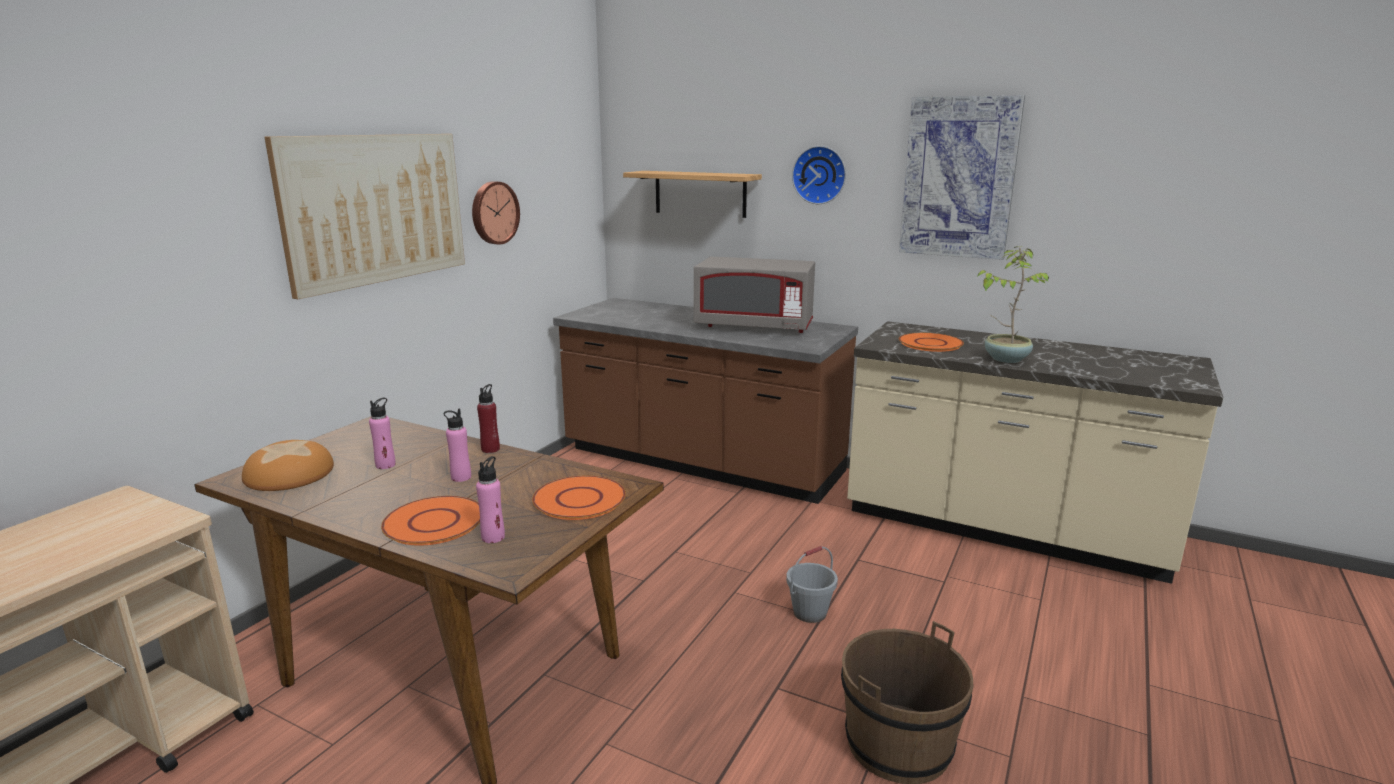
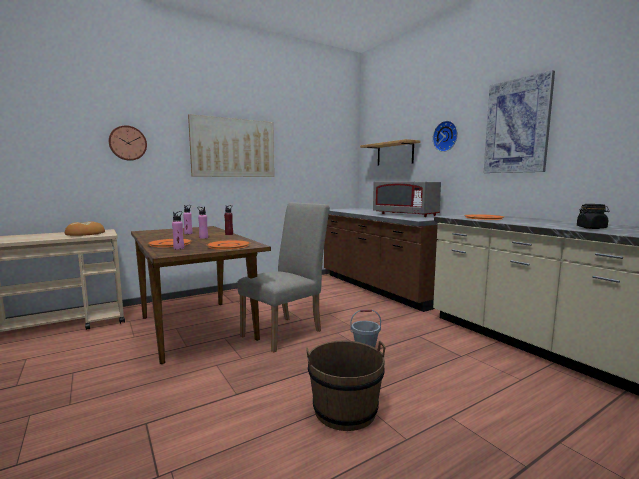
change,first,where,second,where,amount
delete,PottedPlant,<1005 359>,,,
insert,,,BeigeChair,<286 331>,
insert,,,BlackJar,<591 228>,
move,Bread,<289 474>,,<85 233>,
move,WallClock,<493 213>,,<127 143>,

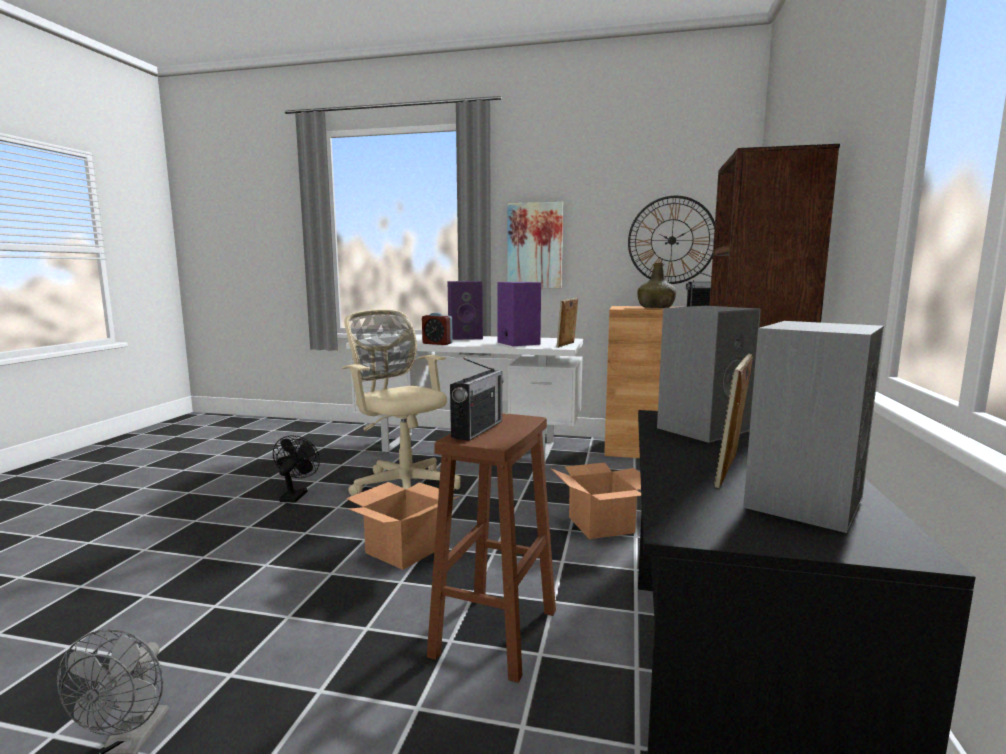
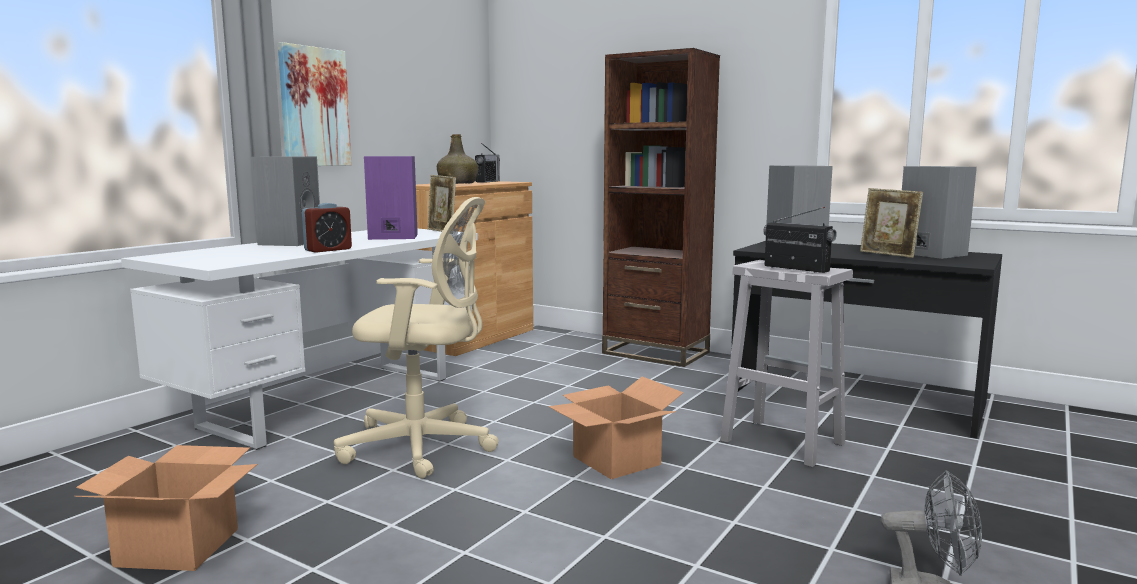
change,first,where,second,where,amount
delete,BlackFan,<295 495>,,,
delete,WallClock,<671 240>,,,
move,CardboardBox,<600 524>,,<175 548>,
recolor,BrownStool,<495 631>,WhiteStool,<780 442>,
recolor,PurpleSpeaker,<466 337>,GreySpeaker,<290 242>,
rotate,BeigeOfficeChair,<403 485>,,<424 447>,150 degrees counterclockwise

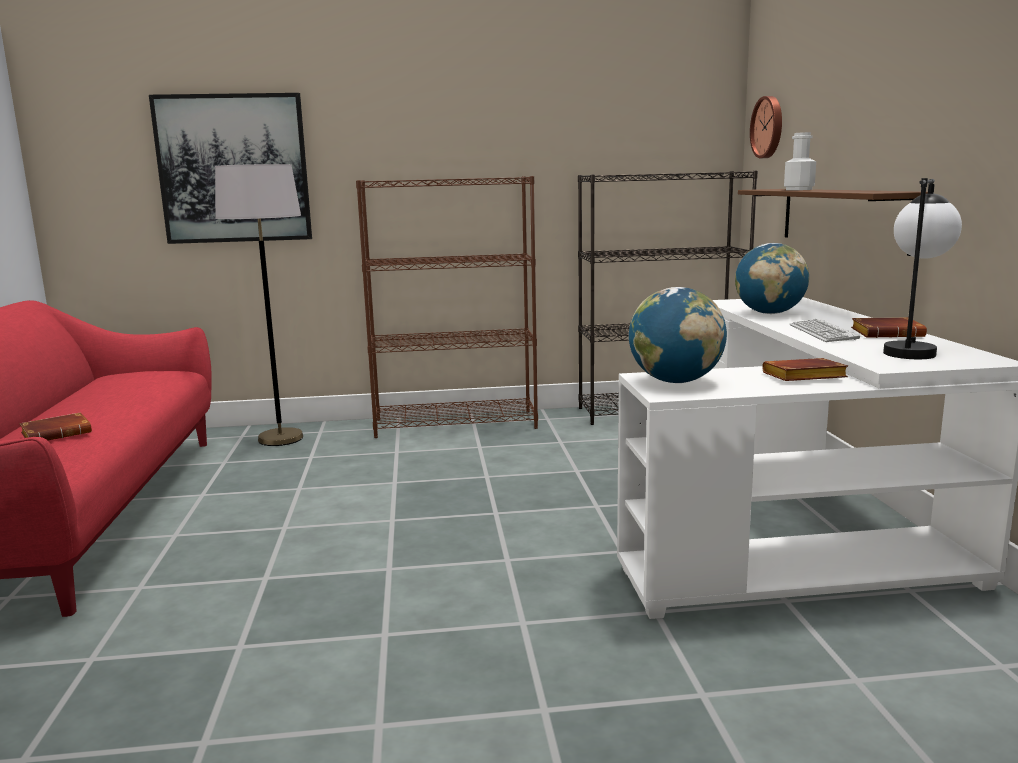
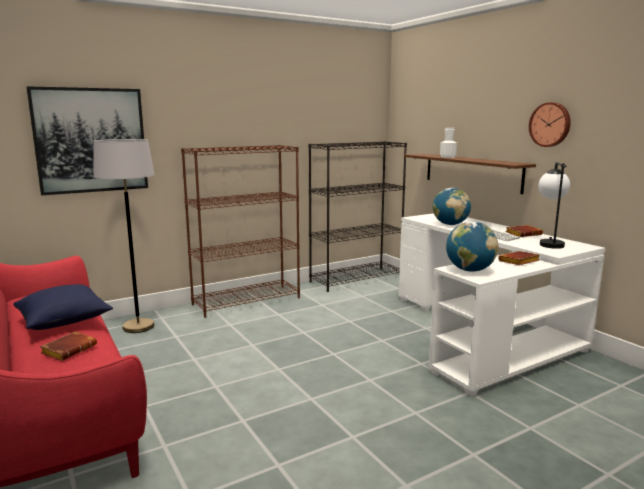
change,first,where,second,where,amount
insert,,,BluePillow,<64 322>,
move,WallClock,<768 127>,,<550 124>,

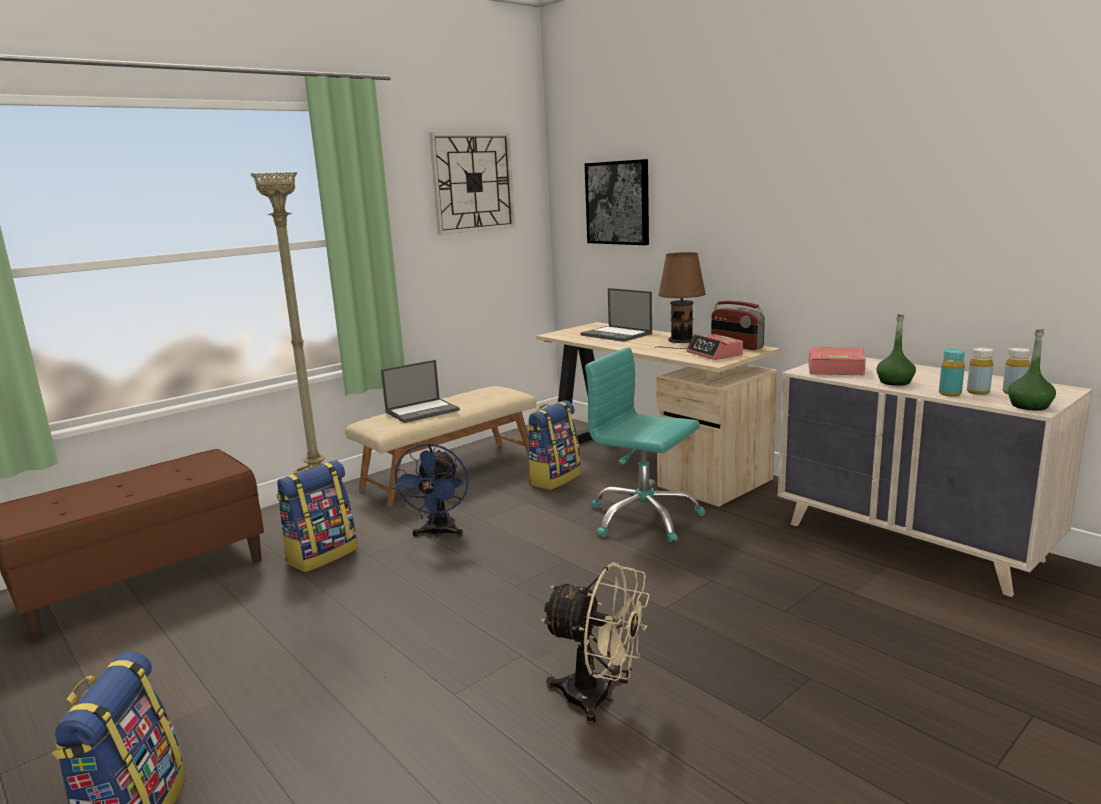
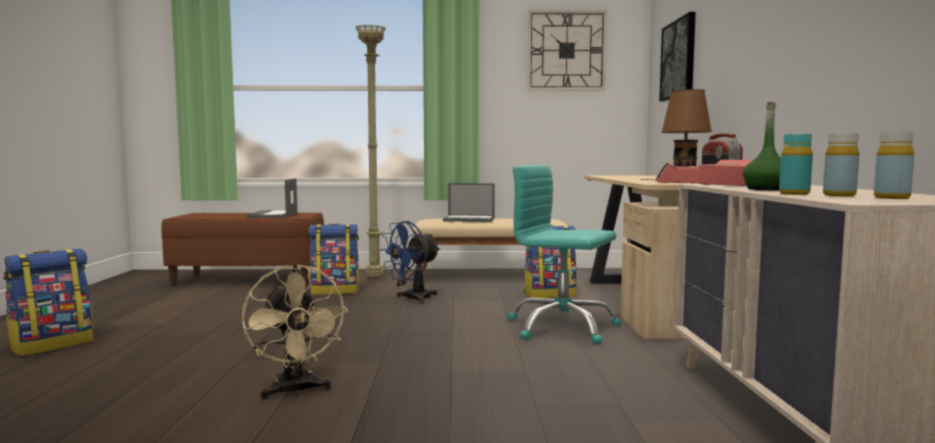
change,first,where,second,where,amount
delete,GreenBottle,<1029 406>,,,
move,Laptop,<617 334>,,<273 215>,
rotate,TurquoiseOfficeChair,<643 518>,,<562 327>,45 degrees counterclockwise

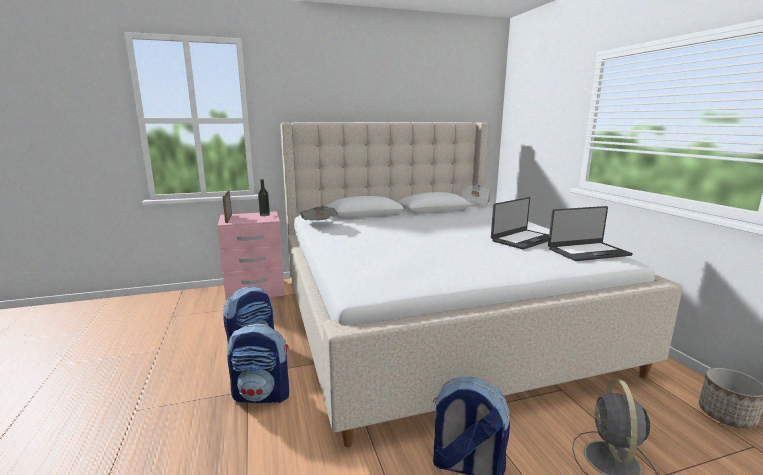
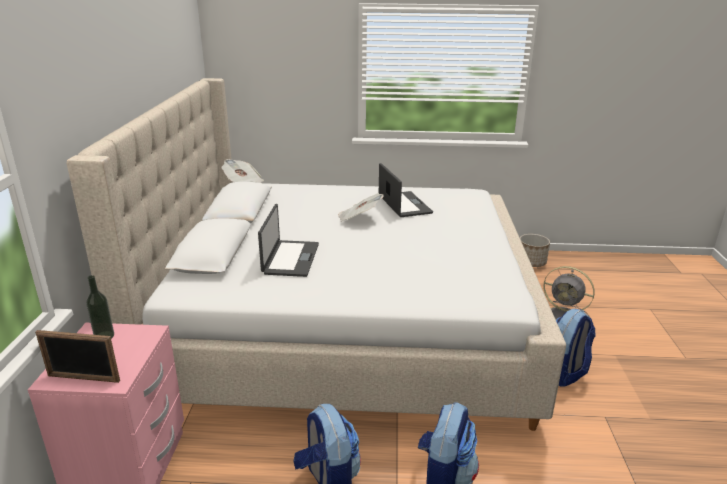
change,first,where,second,where,amount
move,Newspaper,<319 224>,,<359 219>,
move,Laptop,<587 252>,,<290 258>,

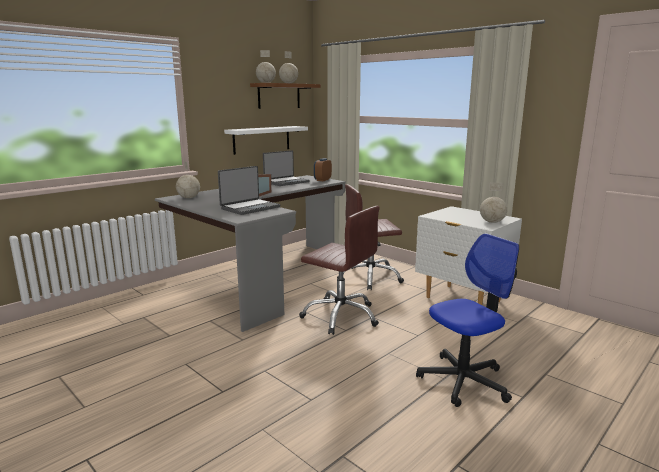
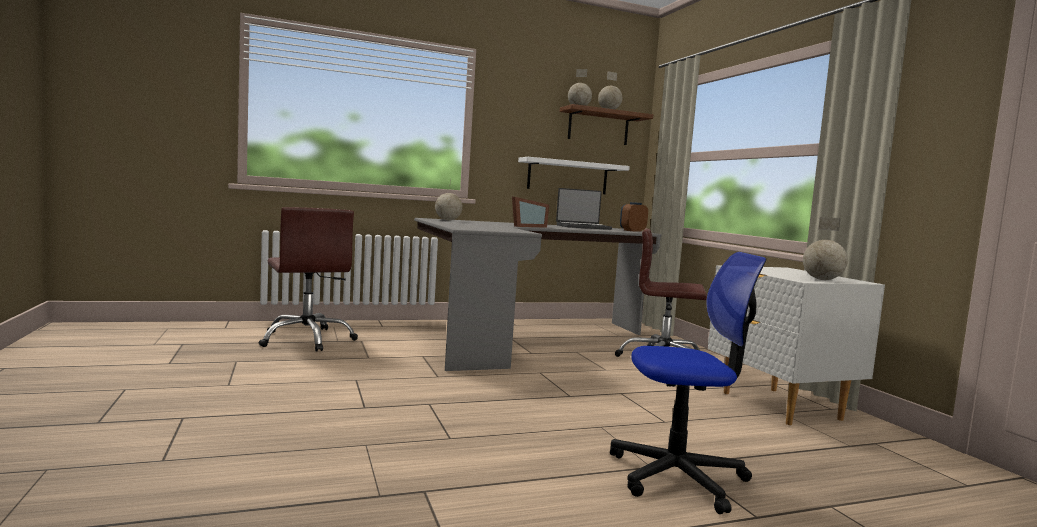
change,first,where,second,where,amount
delete,Laptop,<249 208>,,,
move,BrownOfficeChair,<341 316>,,<307 339>,

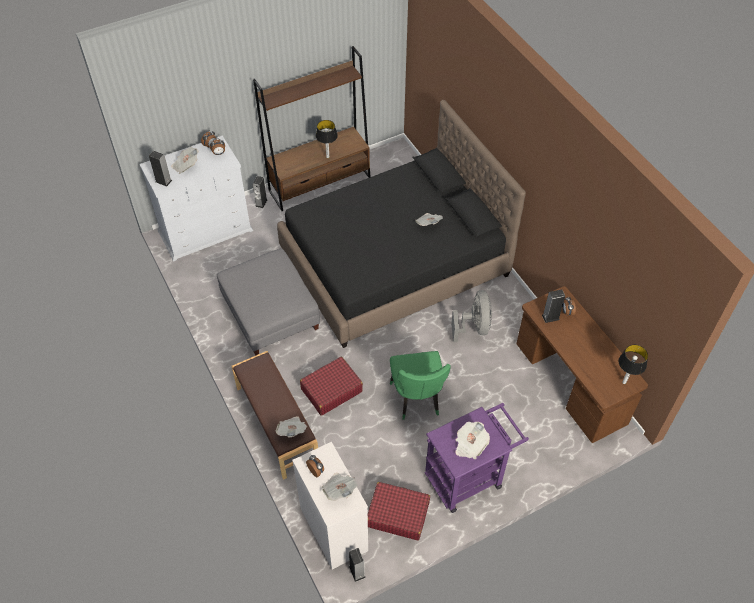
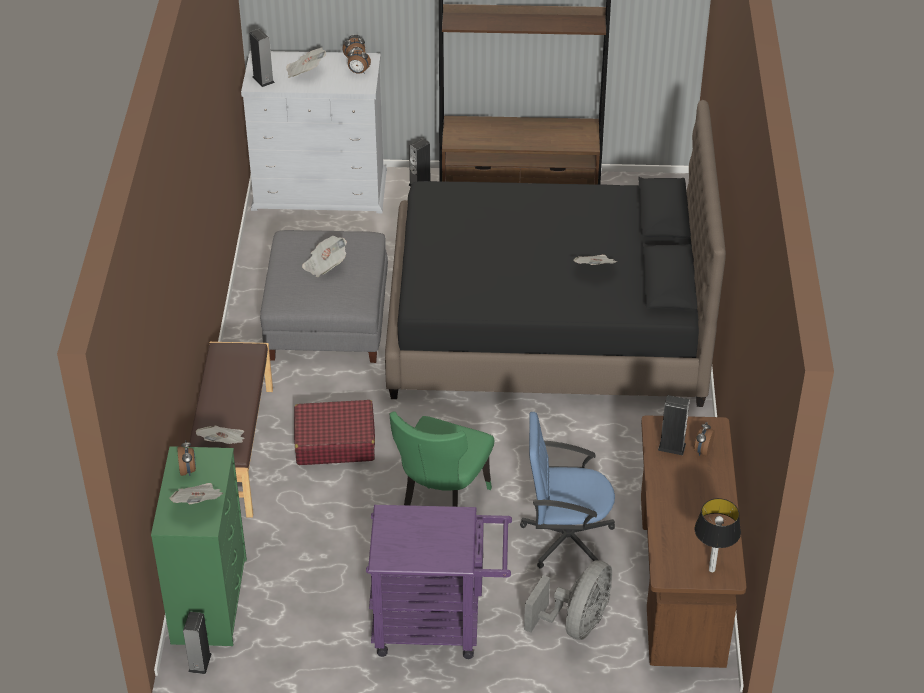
change,first,where,second,where,amount
delete,TableLamp,<328 157>,,,
delete,RedSuitcase,<397 514>,,,
insert,,,BlueOfficeChair,<565 537>,
move,GreyFan,<474 327>,,<576 623>,
move,Newspaper,<470 445>,,<325 265>,
recolor,WhiteDresser,<333 528>,GreenDresser,<209 600>,

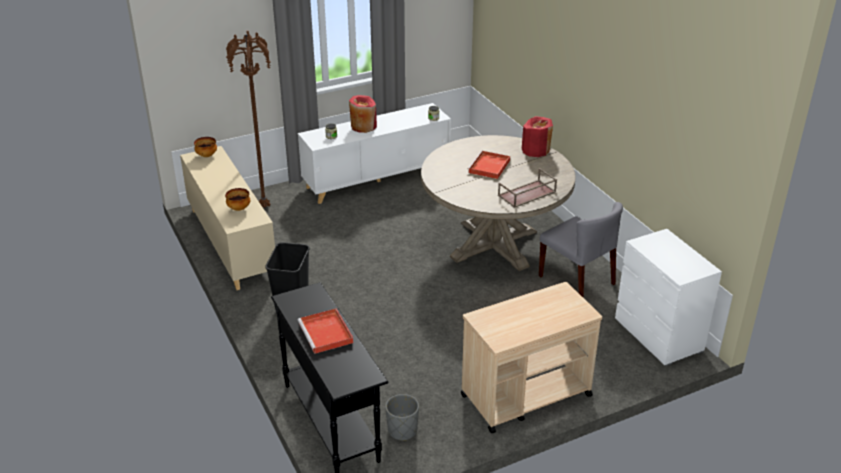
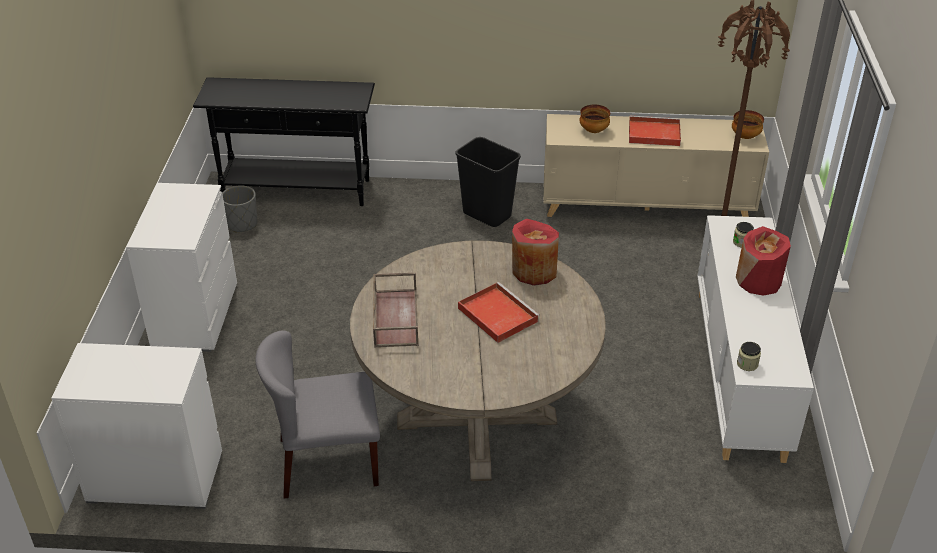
change,first,where,second,where,amount
move,RedTray,<326 333>,,<653 133>,
move,RedVase,<536 150>,,<534 271>,
replace,BeigeCart,<525 395>,WhiteDresser,<195 315>,

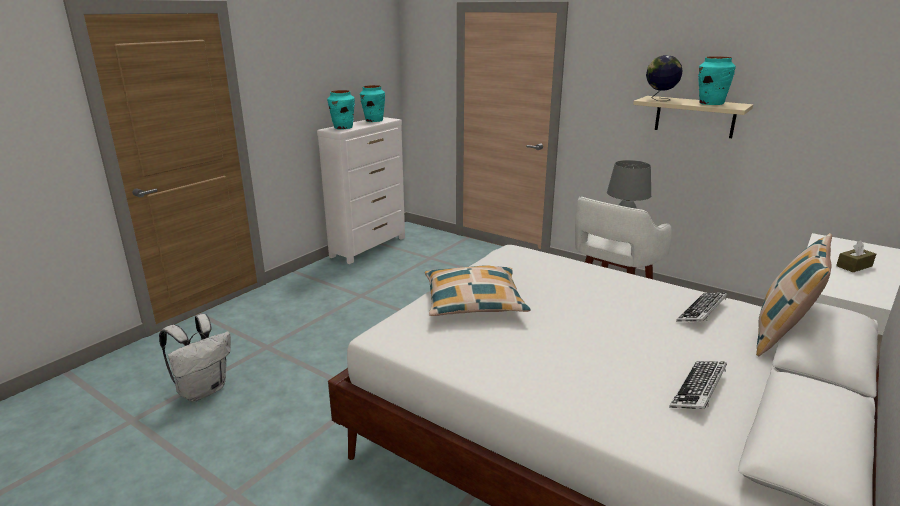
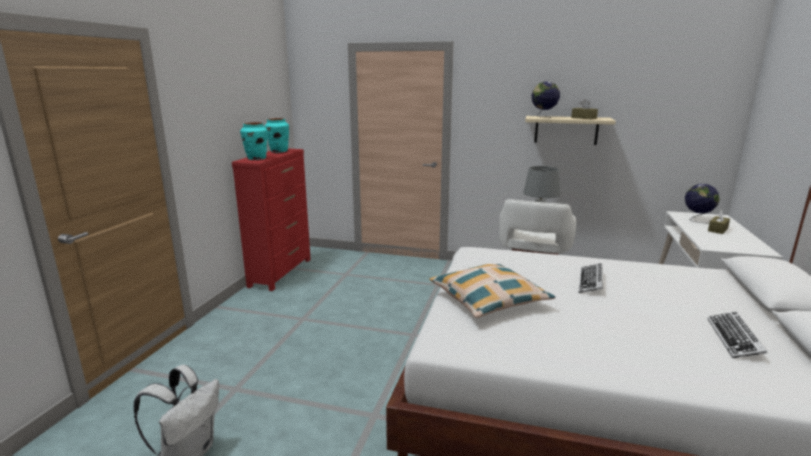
change,first,where,second,where,amount
delete,Pillow,<781 337>,,,
insert,,,Globe,<697 220>,
move,Keyboard,<702 312>,,<590 282>,
replace,TurquoiseVase,<710 103>,BrownTissueBox,<583 118>,
recolor,WhiteDresser,<369 247>,RedDresser,<281 272>,

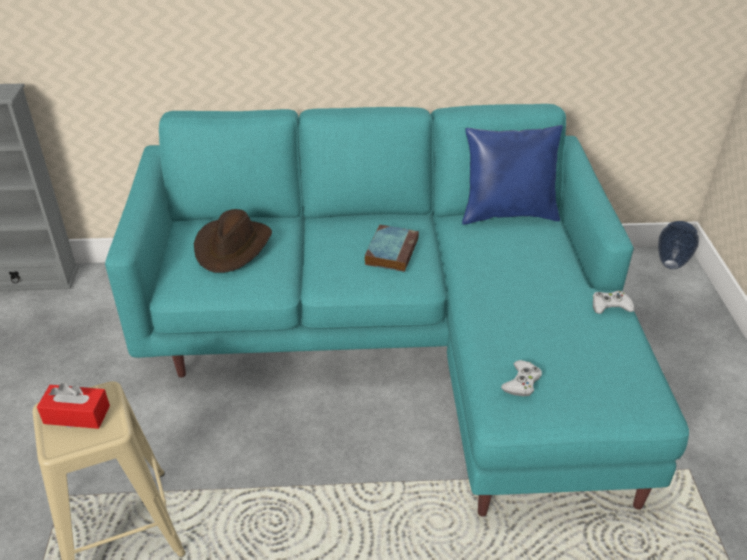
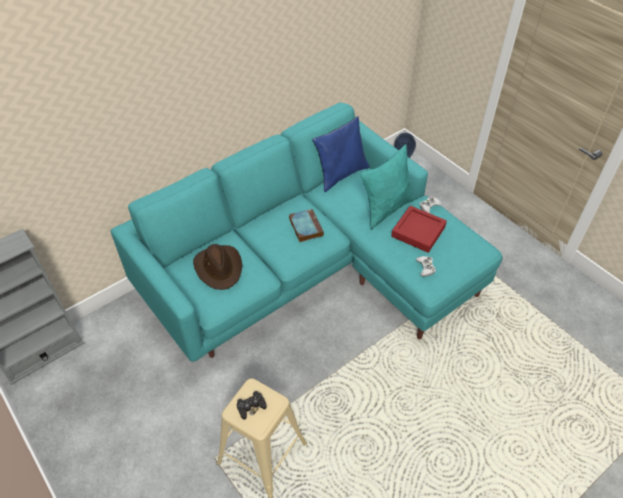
change,first,where,second,where,amount
insert,,,TurquoisePillow,<385 209>,
insert,,,RedTray,<418 232>,
replace,RedTissueBox,<77 415>,BlackGameController,<251 406>,

